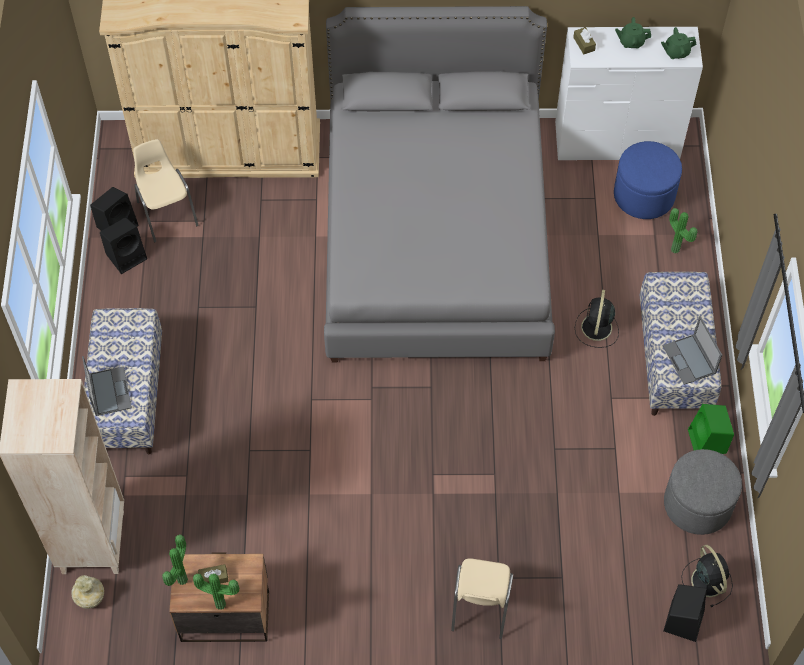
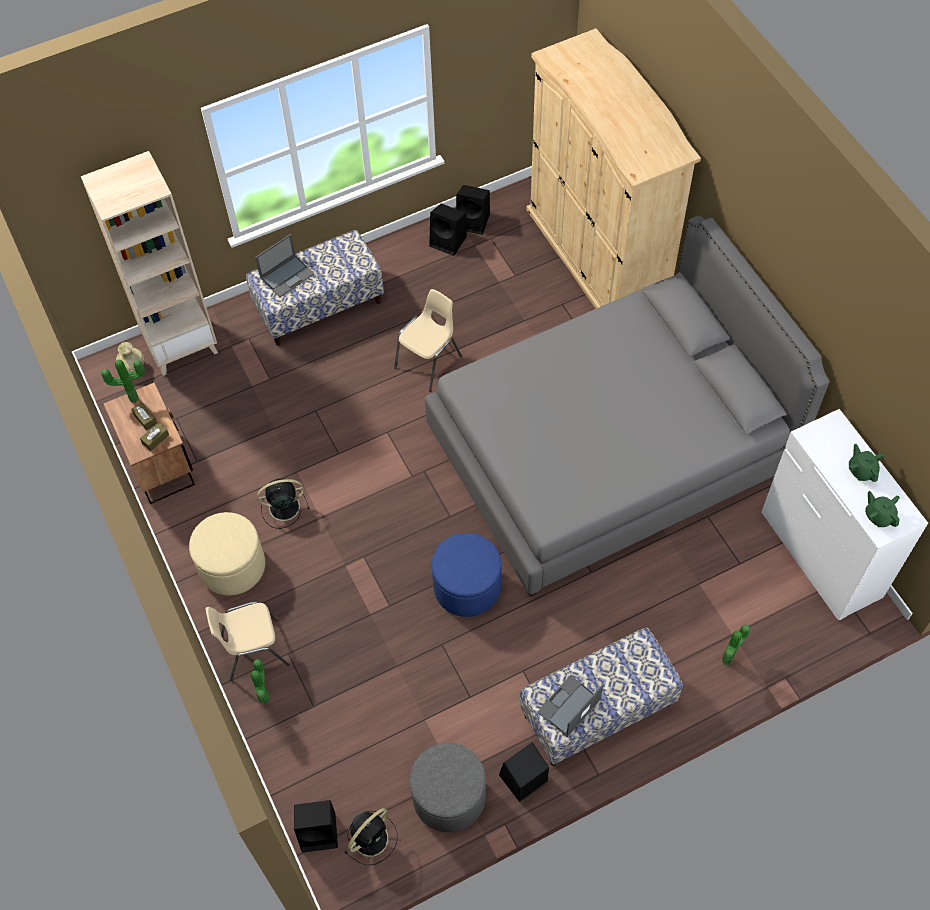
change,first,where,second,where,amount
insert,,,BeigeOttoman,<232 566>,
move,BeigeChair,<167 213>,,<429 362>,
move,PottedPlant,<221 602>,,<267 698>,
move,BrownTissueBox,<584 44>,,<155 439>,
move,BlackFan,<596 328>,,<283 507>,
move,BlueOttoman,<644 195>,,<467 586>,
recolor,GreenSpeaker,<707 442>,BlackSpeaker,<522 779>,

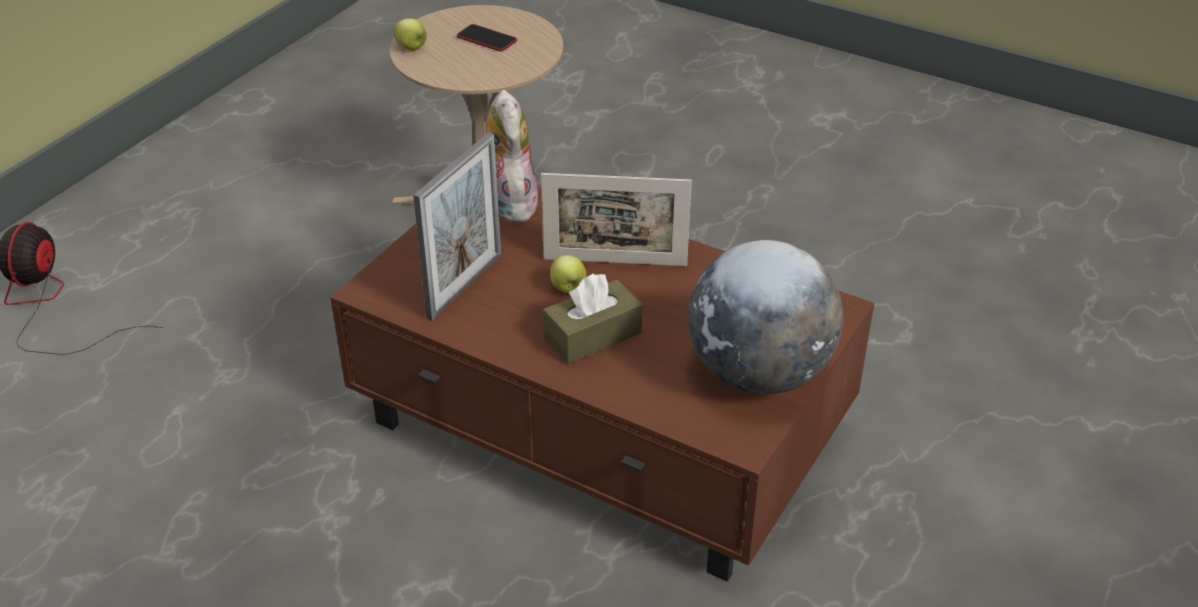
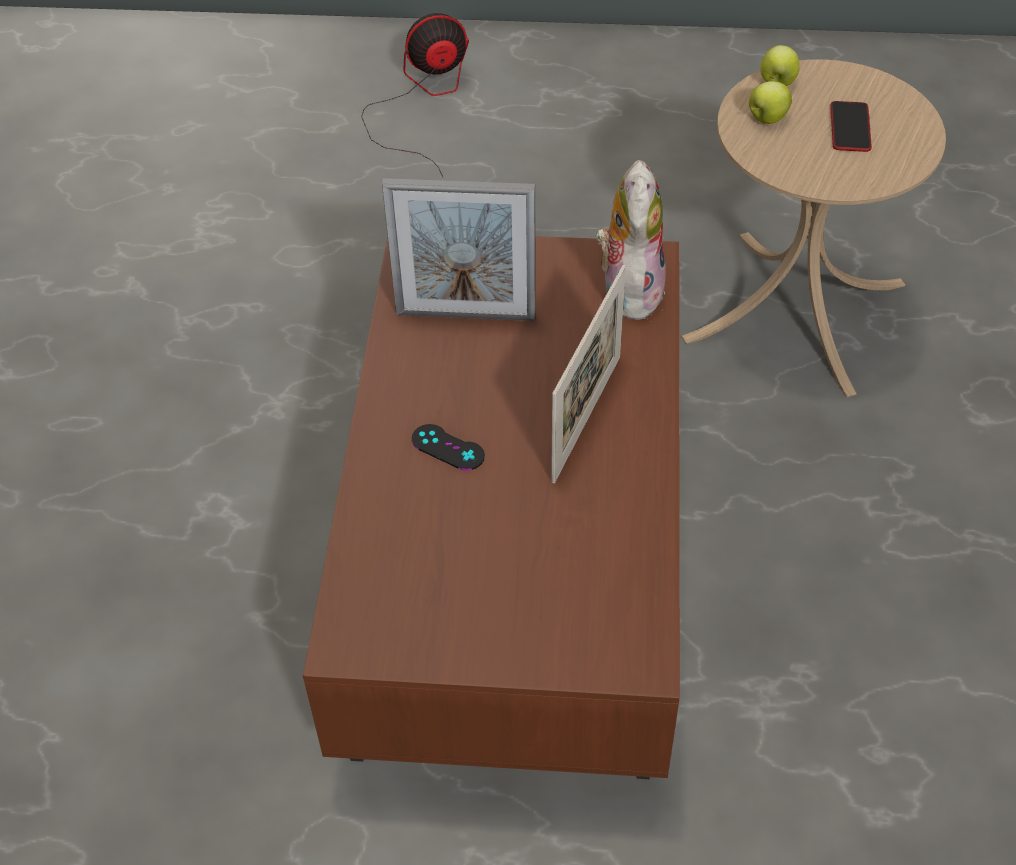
change,first,where,second,where,amount
delete,Globe,<759 373>,,,
move,Apple,<568 288>,,<766 119>,
replace,BrownTissueBox,<592 335>,BlackGameController,<448 447>,
rotate,PlushToy,<508 203>,,<628 289>,45 degrees counterclockwise
rotate,PictureFrame,<615 262>,,<586 417>,135 degrees counterclockwise

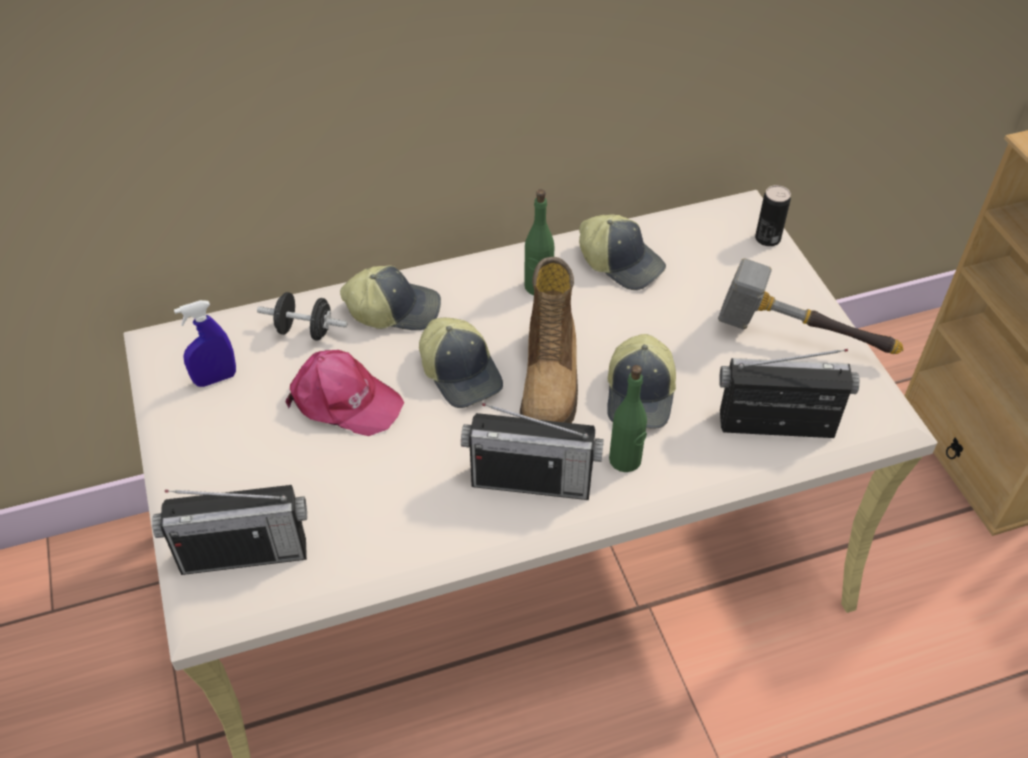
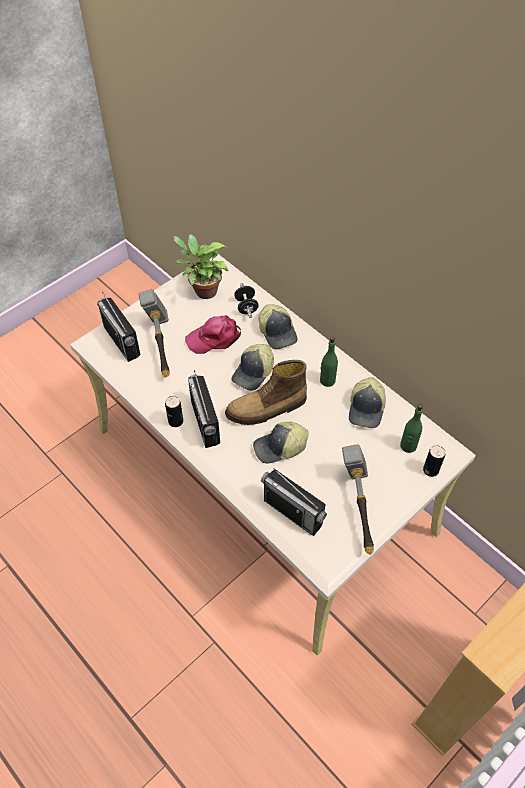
change,first,where,second,where,amount
insert,,,Hammer,<160 345>,
insert,,,Can,<175 421>,
move,GreenBottle,<625 460>,,<408 446>,
replace,BlueSprayBottle,<215 379>,PottedPlant,<203 291>,
rotate,PinkCap,<344 400>,,<214 338>,75 degrees clockwise
rotate,Radio,<776 424>,,<293 512>,150 degrees clockwise

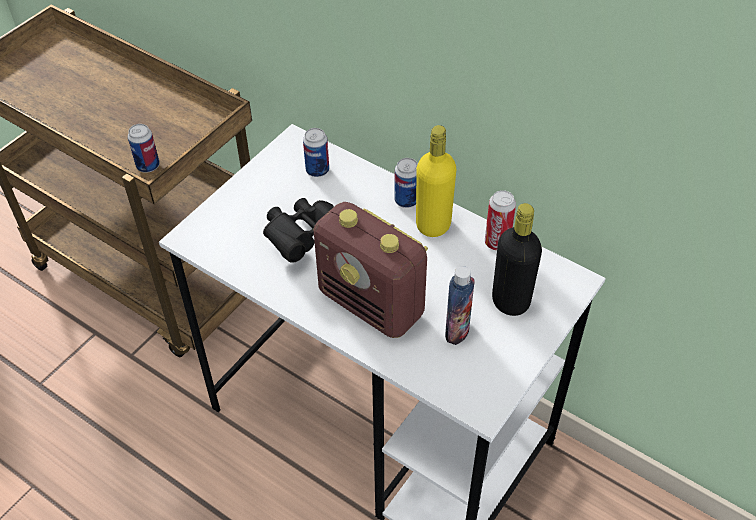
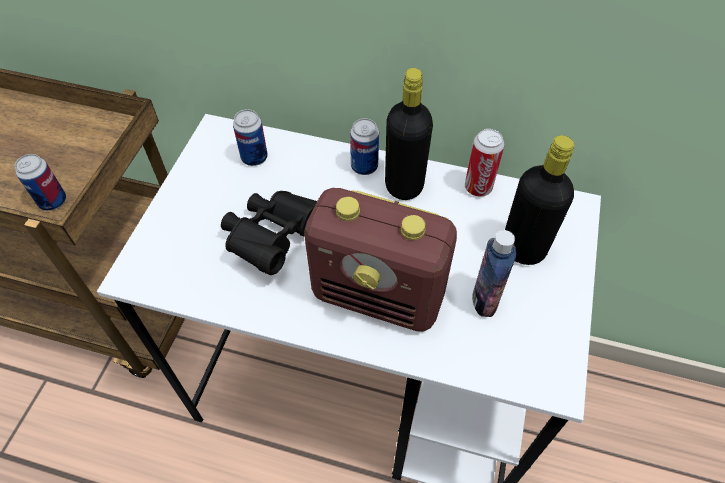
change,first,where,second,where,amount
recolor,YellowBottle,<433 224>,BlackBottle,<404 185>,

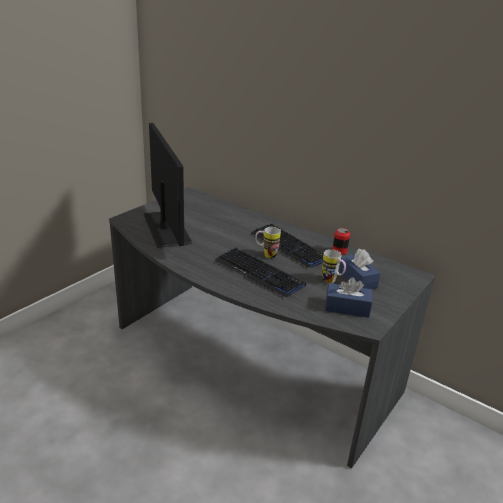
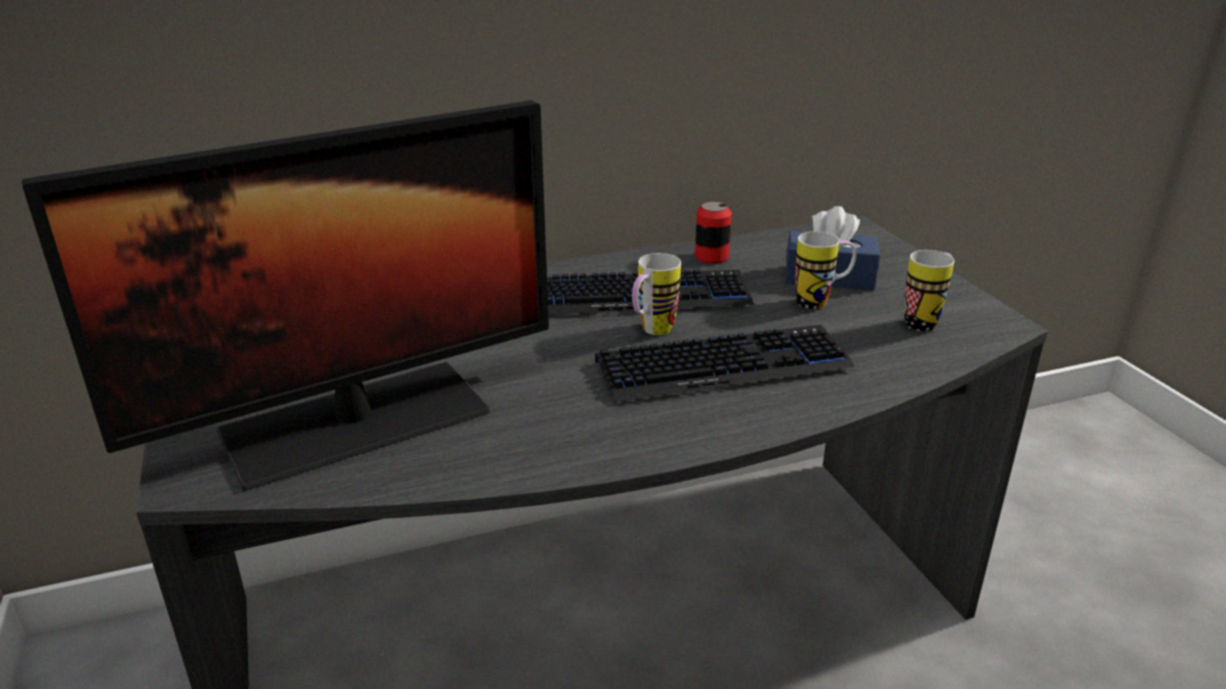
change,first,where,second,where,amount
replace,BlueTissueBox,<347 308>,Mug,<925 321>,
rotate,Monitor,<166 228>,,<356 422>,135 degrees clockwise

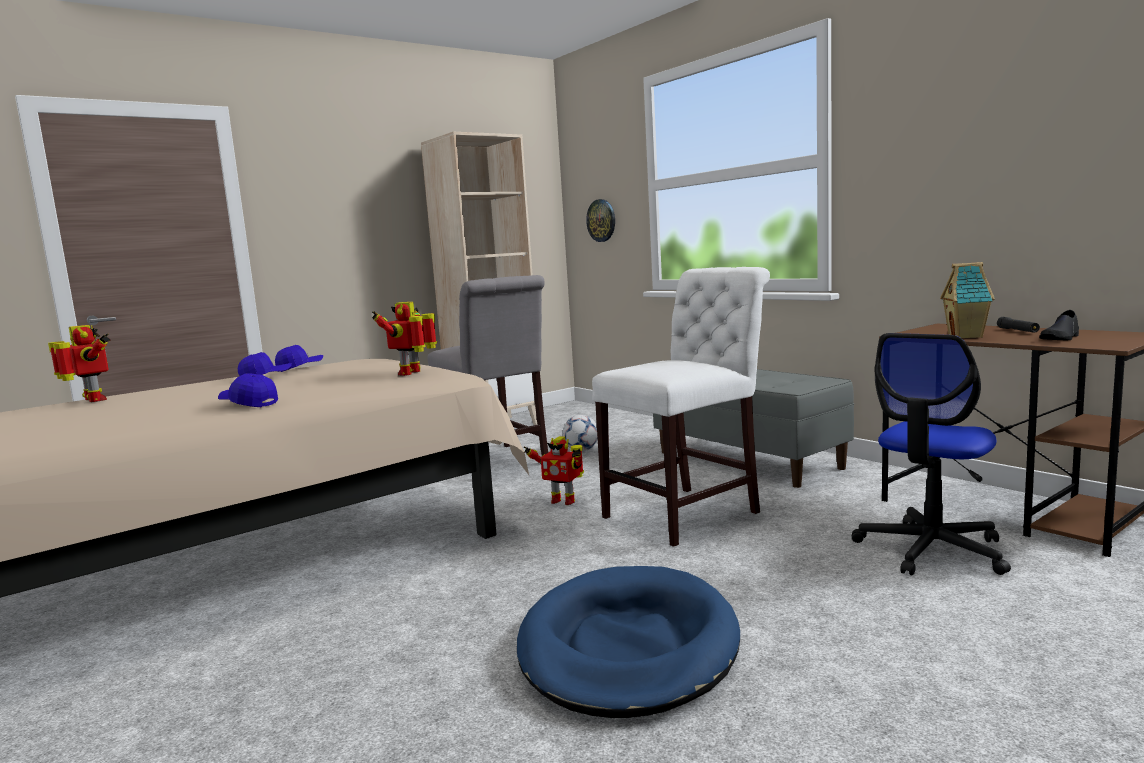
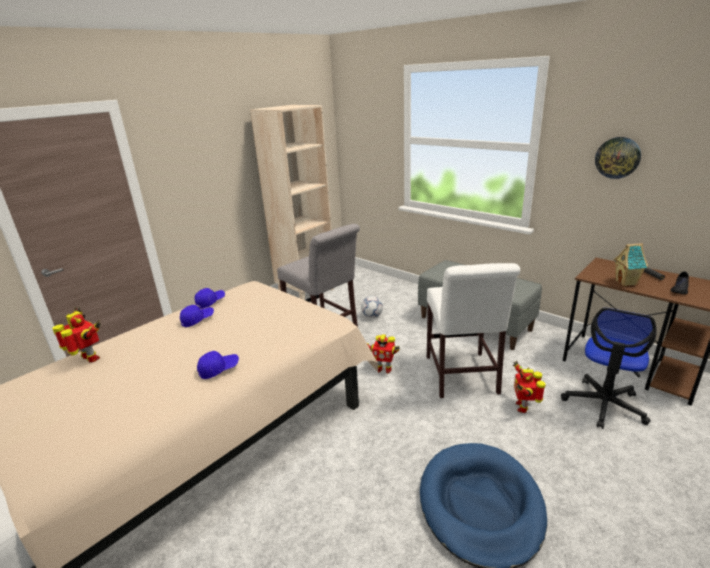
change,first,where,second,where,amount
move,ToyRobot,<412 373>,,<523 406>,
move,WallClock,<601 220>,,<617 157>,
rotate,BlueCap,<249 404>,,<219 369>,135 degrees clockwise
rotate,WhiteChair,<688 513>,,<462 377>,135 degrees clockwise

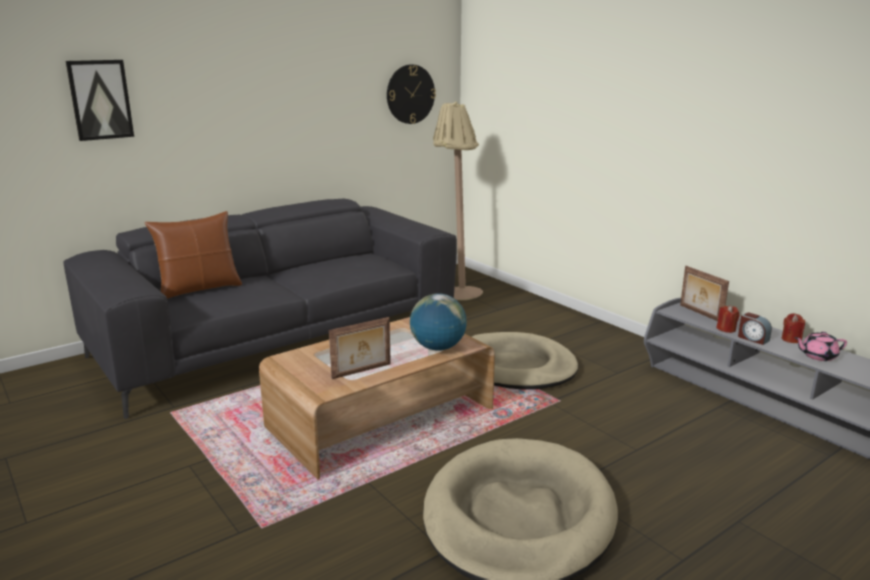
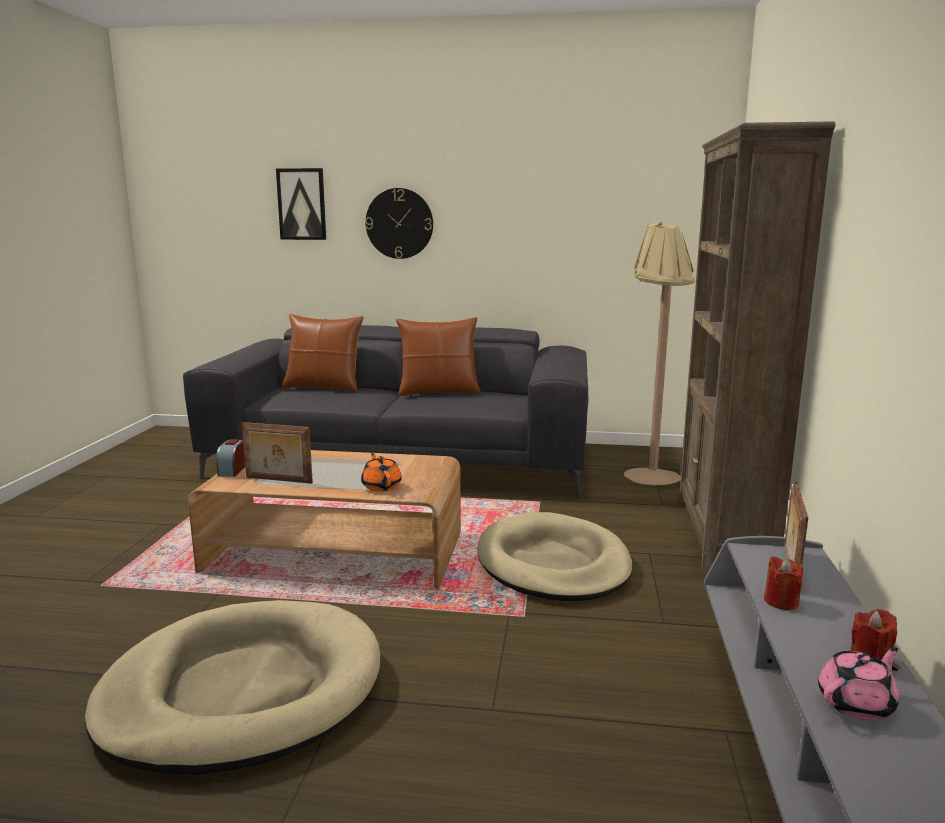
change,first,where,second,where,amount
insert,,,BrownPillow,<438 392>,
insert,,,BrownBookcase,<723 533>,
move,WallClock,<410 94>,,<399 223>,
move,AlarmClock,<752 338>,,<232 471>,
replace,Globe,<438 347>,OrangeTeapot,<381 486>,
rotate,PinkTeapot,<817 356>,,<857 704>,105 degrees clockwise

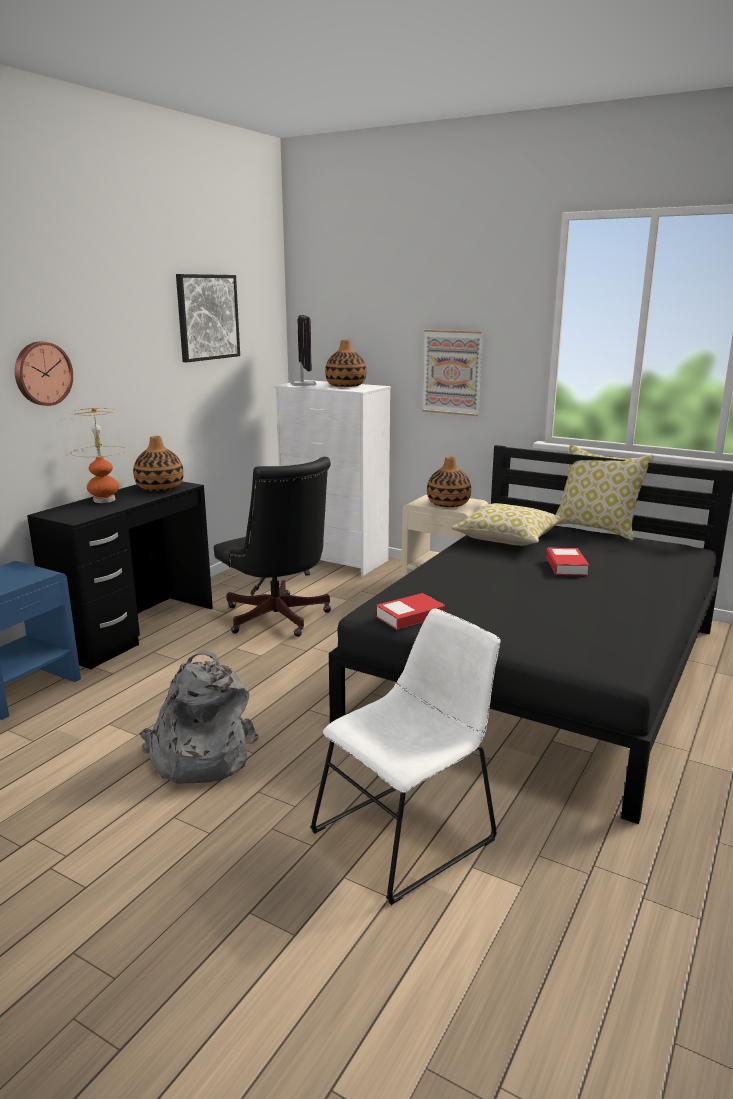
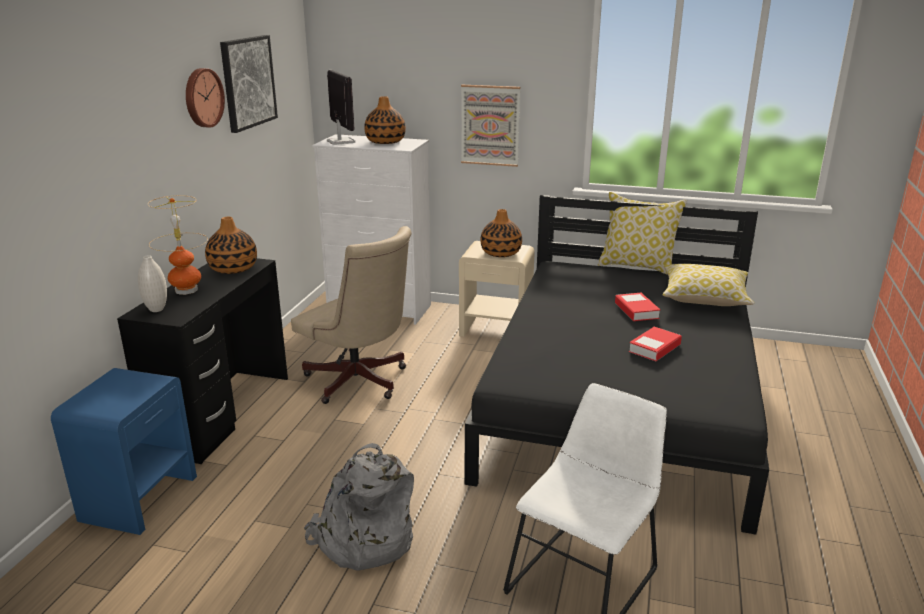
change,first,where,second,where,amount
insert,,,WhiteVase,<156 309>,
move,WallClock,<42 373>,,<202 98>,
move,Book,<410 616>,,<654 348>,
move,Pillow,<507 539>,,<704 298>,
recolor,BlackOfficeChair,<278 620>,BeigeOfficeChair,<360 383>,

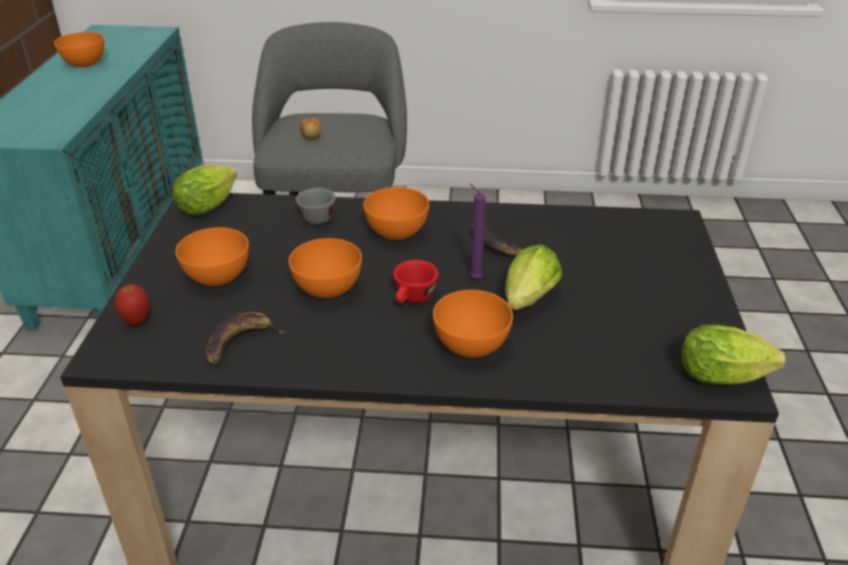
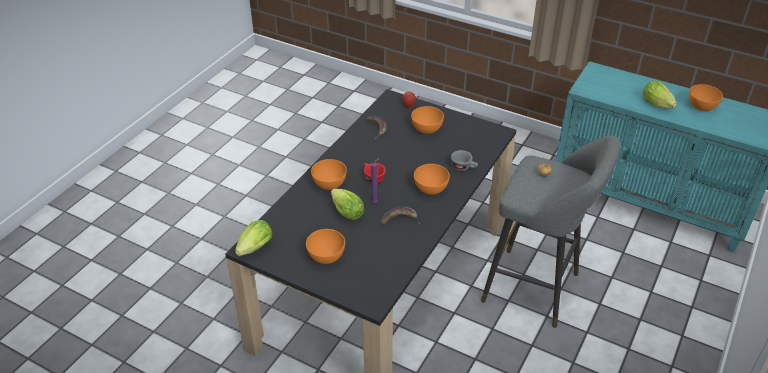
change,first,where,second,where,amount
move,Lettuce,<211 205>,,<658 105>,
move,OrangeBowl,<328 289>,,<326 257>,

